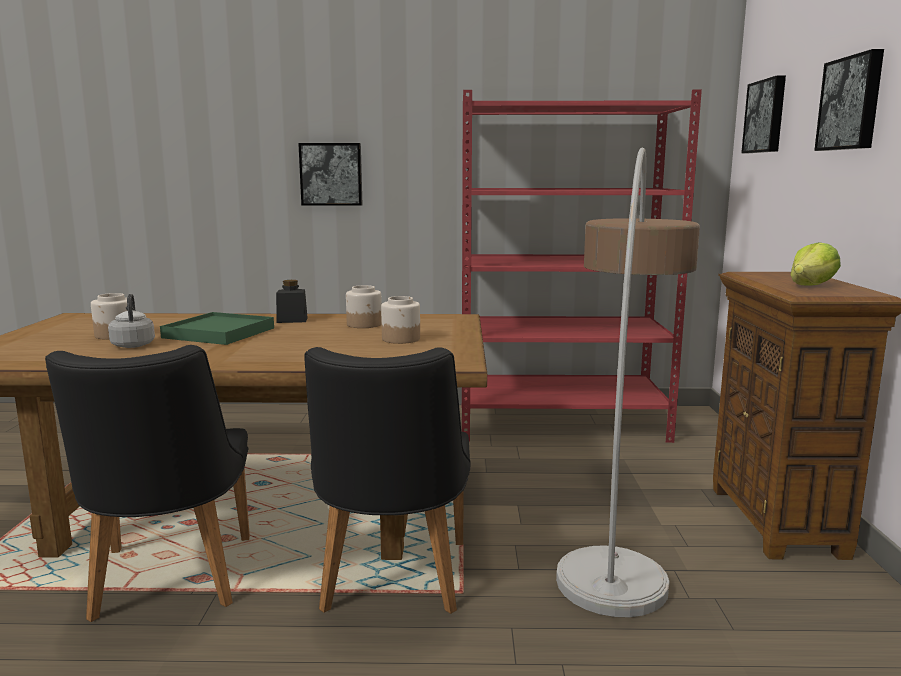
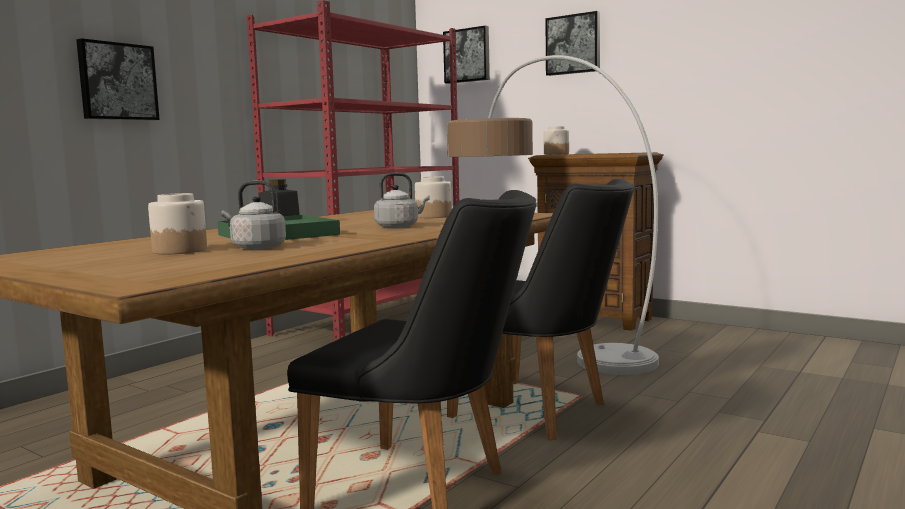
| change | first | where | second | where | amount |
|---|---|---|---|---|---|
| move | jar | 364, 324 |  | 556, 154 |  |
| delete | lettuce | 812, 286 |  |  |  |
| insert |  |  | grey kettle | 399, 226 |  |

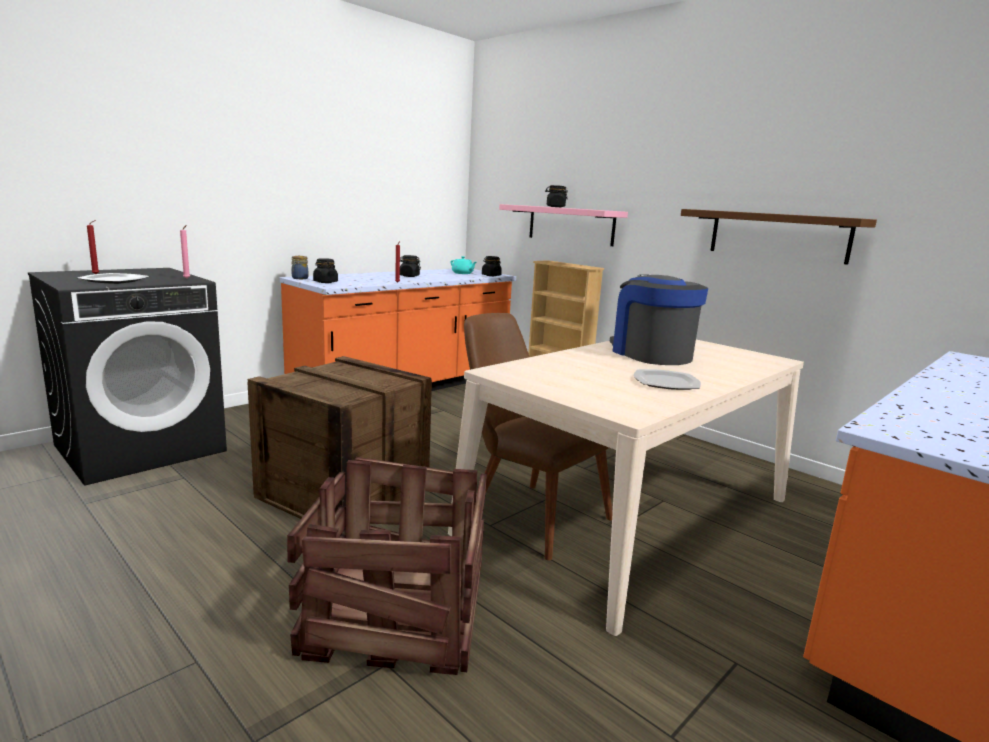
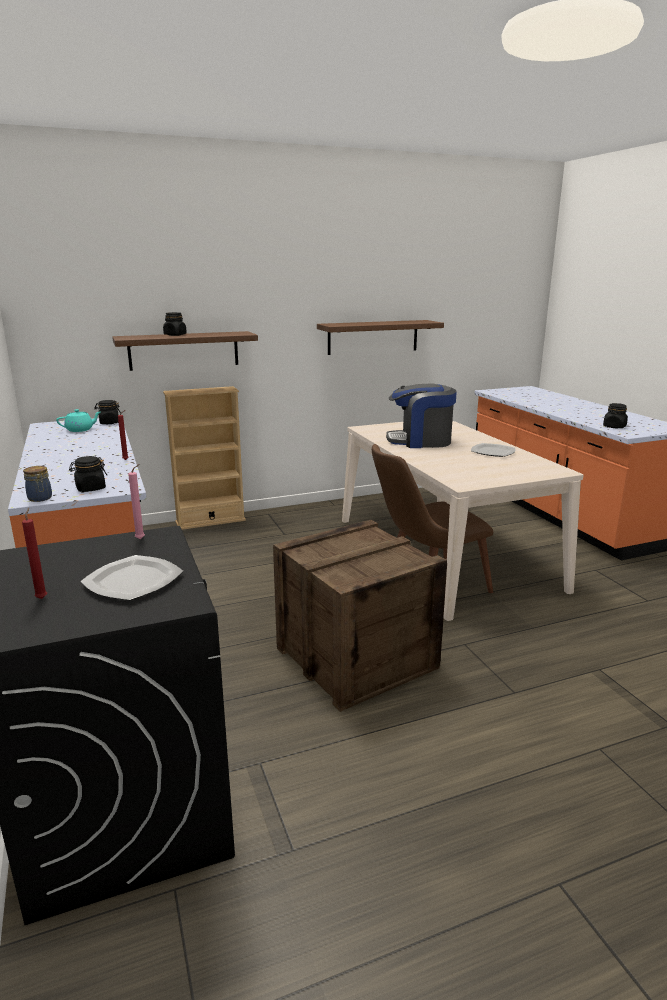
| change | first | where | second | where | amount |
|---|---|---|---|---|---|
| delete | crate | 393, 616 |  |  |  |
| move | black jar | 409, 276 |  | 614, 427 |  |
| recolor | pink shelf | 570, 225 | brown shelf | 184, 350 |  |

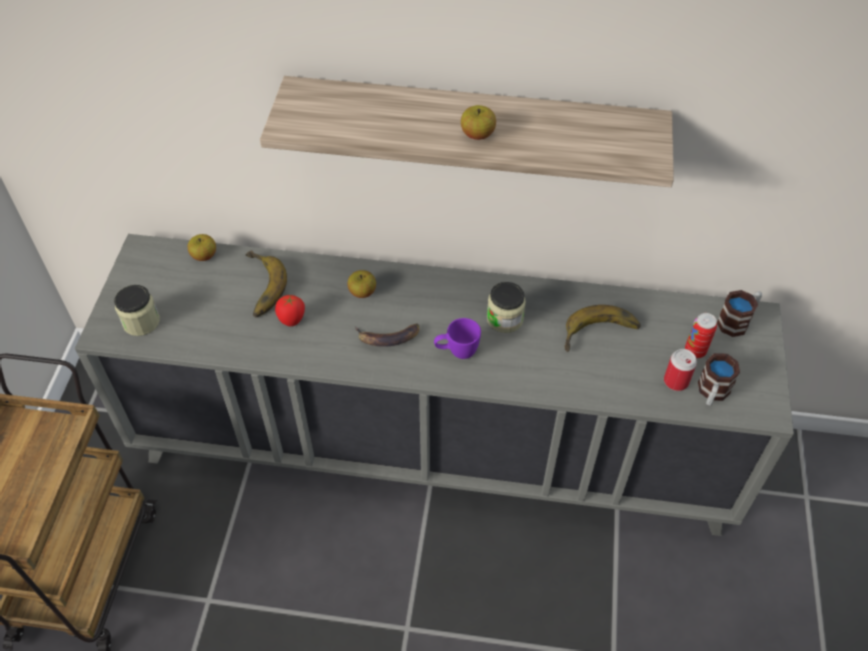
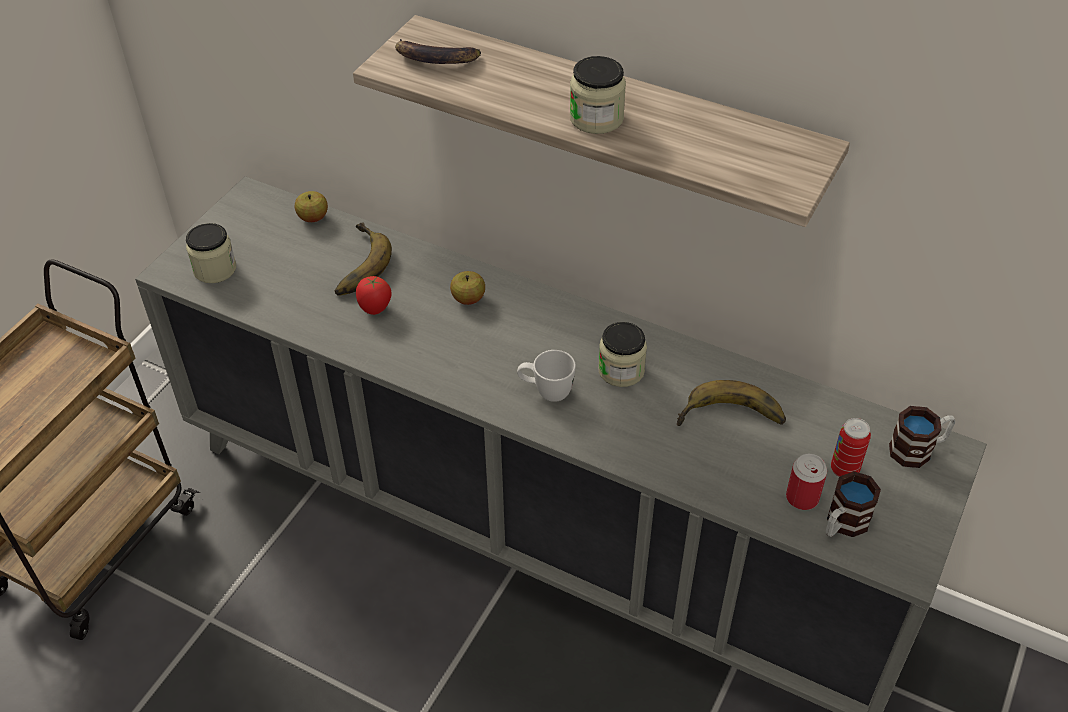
| change | first | where | second | where | amount |
|---|---|---|---|---|---|
| move | banana | 387, 338 |  | 434, 59 |  |
| recolor | purple mug | 456, 352 | white mug | 546, 392 |  |
| replace | apple | 477, 135 | jar | 596, 118 |  |

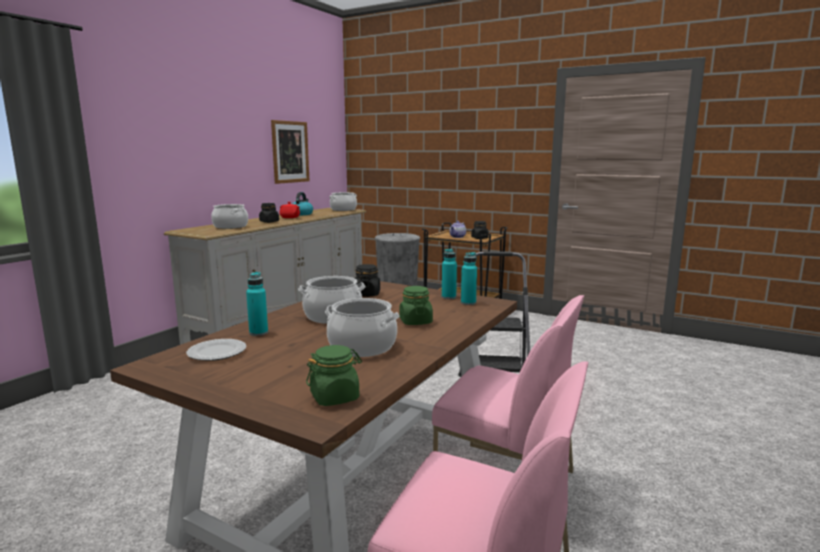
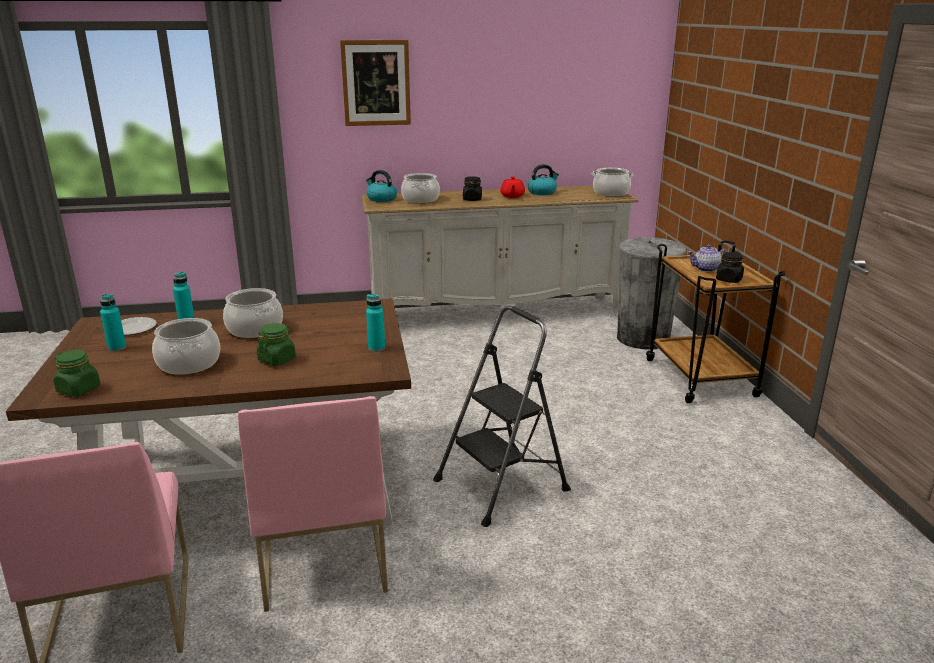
| change | first | where | second | where | amount |
|---|---|---|---|---|---|
| move | picture | 290, 152 |  | 376, 83 |  |
| delete | black jar | 367, 294 |  |  |  |
| move | turquoise bottle | 468, 303 |  | 117, 348 |  |
| insert |  |  | kettle | 381, 199 |  |

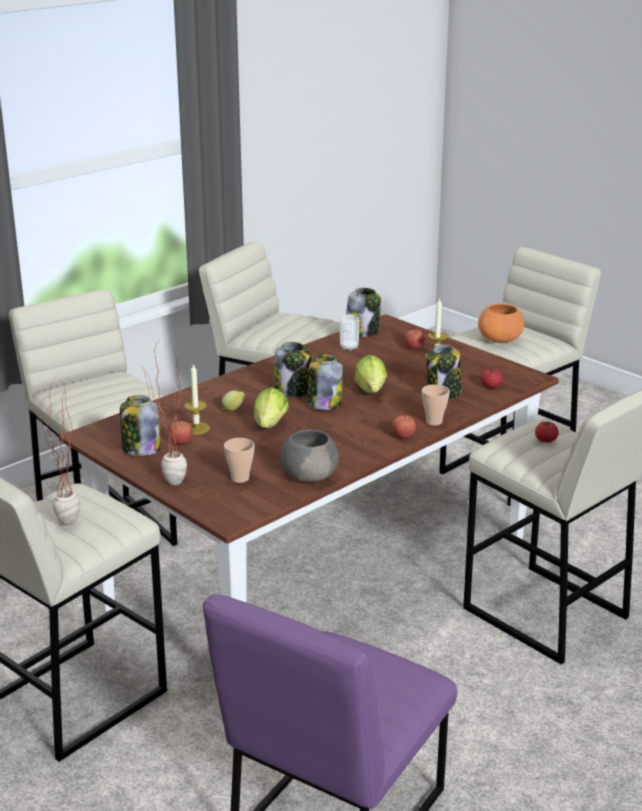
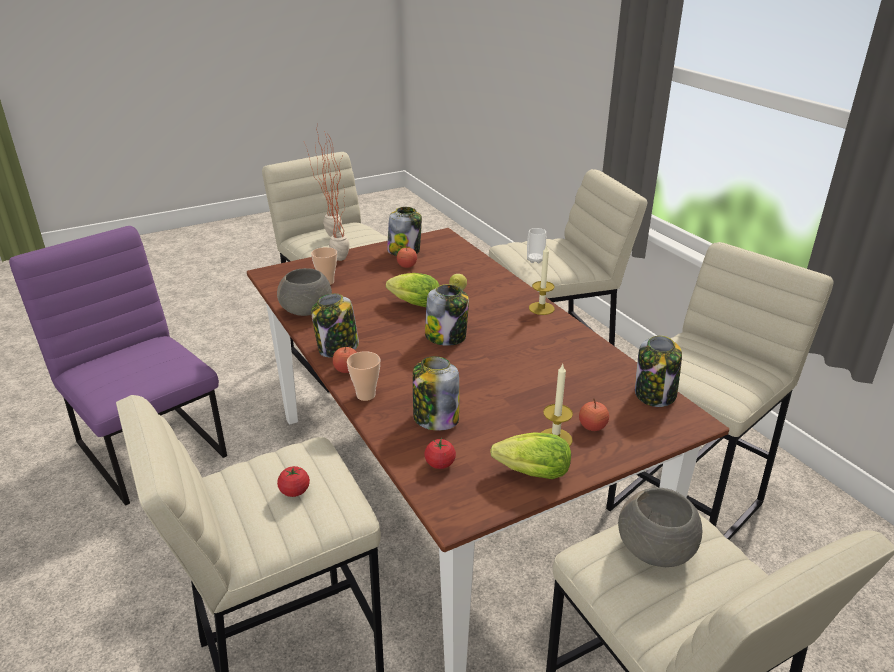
| change | first | where | second | where | amount |
|---|---|---|---|---|---|
| move | candle | 196, 428 |  | 541, 308 |  |
| move | jar | 293, 390 |  | 337, 348 |  |
| move | cup | 349, 347 |  | 535, 260 |  |
| move | lettuce | 371, 392 |  | 528, 473 |  |
| recolor | orange bowl | 500, 339 | grey bowl | 656, 550 |  |

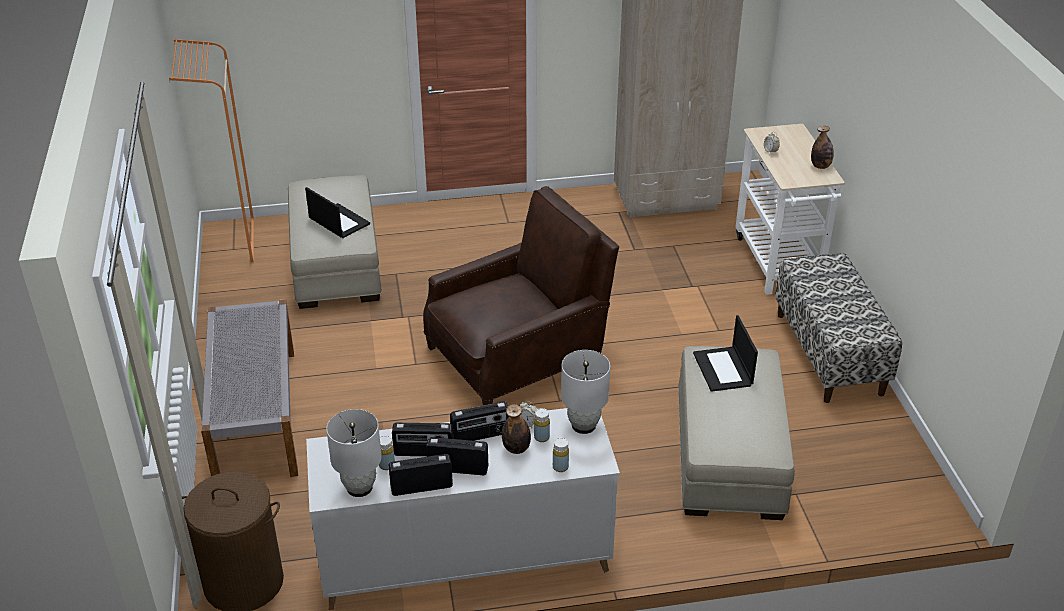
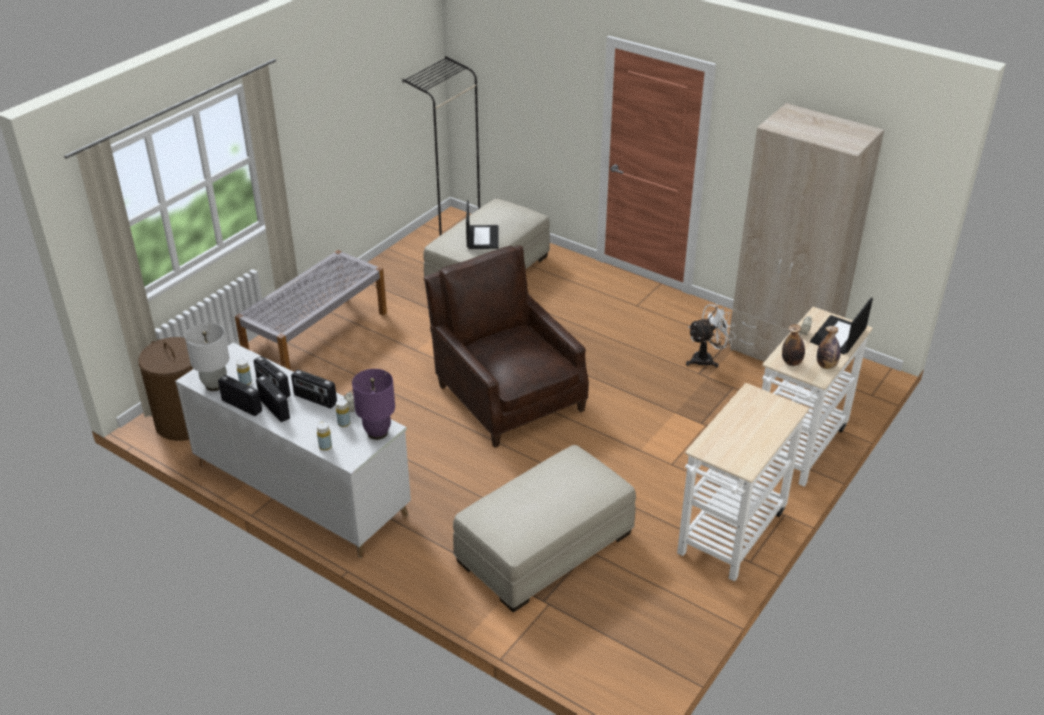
| change | first | where | second | where | amount |
|---|---|---|---|---|---|
| recolor | orange clothes rack | 231, 243 | black clothes rack | 447, 227 |  |
| rotate | brown armchair | 517, 356 |  | 508, 395 | 135 degrees counterclockwise |
| move | bottle | 516, 448 |  | 791, 362 |  |
| recolor | white table lamp | 584, 425 | purple table lamp | 377, 433 |  |
| move | laptop | 723, 370 |  | 838, 336 |  |
| replace | bench | 829, 353 | white cart | 731, 534 |  |
| insert |  |  | white fan | 707, 359 |  |

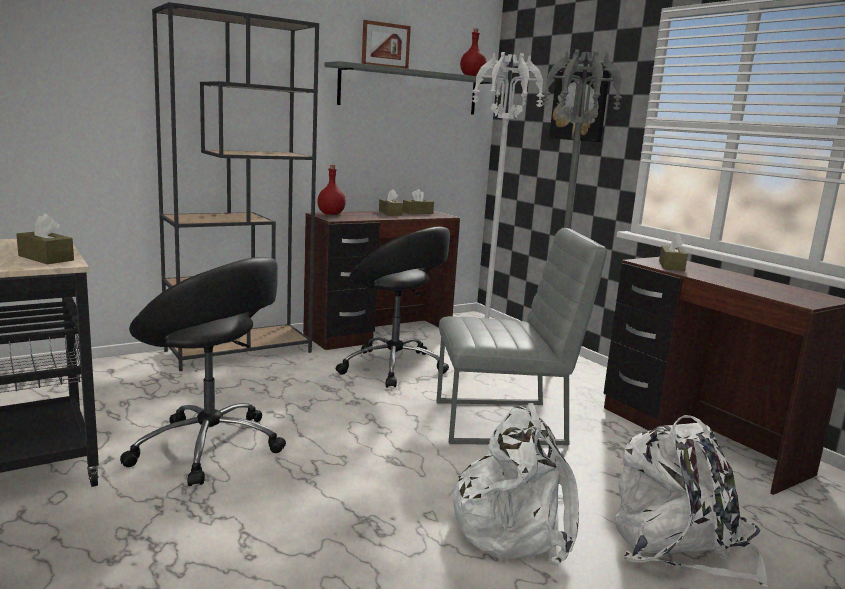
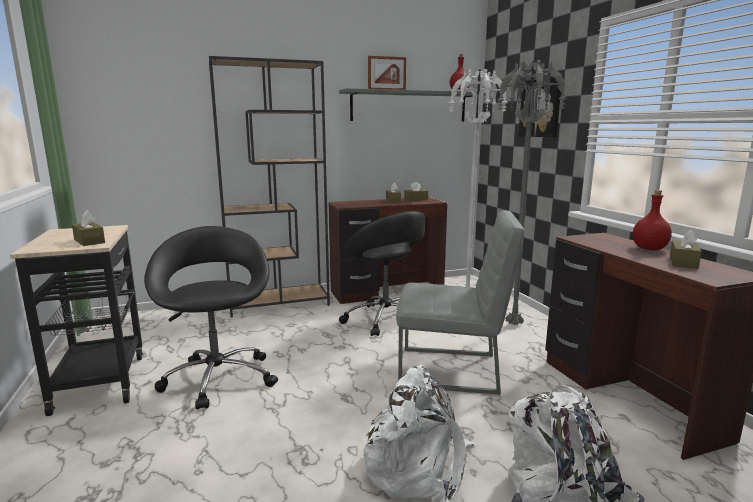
| change | first | where | second | where | amount |
|---|---|---|---|---|---|
| rotate | black office chair | 211, 448 |  | 219, 378 | 150 degrees counterclockwise |
| move | red bottle | 330, 214 |  | 649, 249 |  |
| move | brown tissue box | 671, 266 |  | 683, 262 |  |

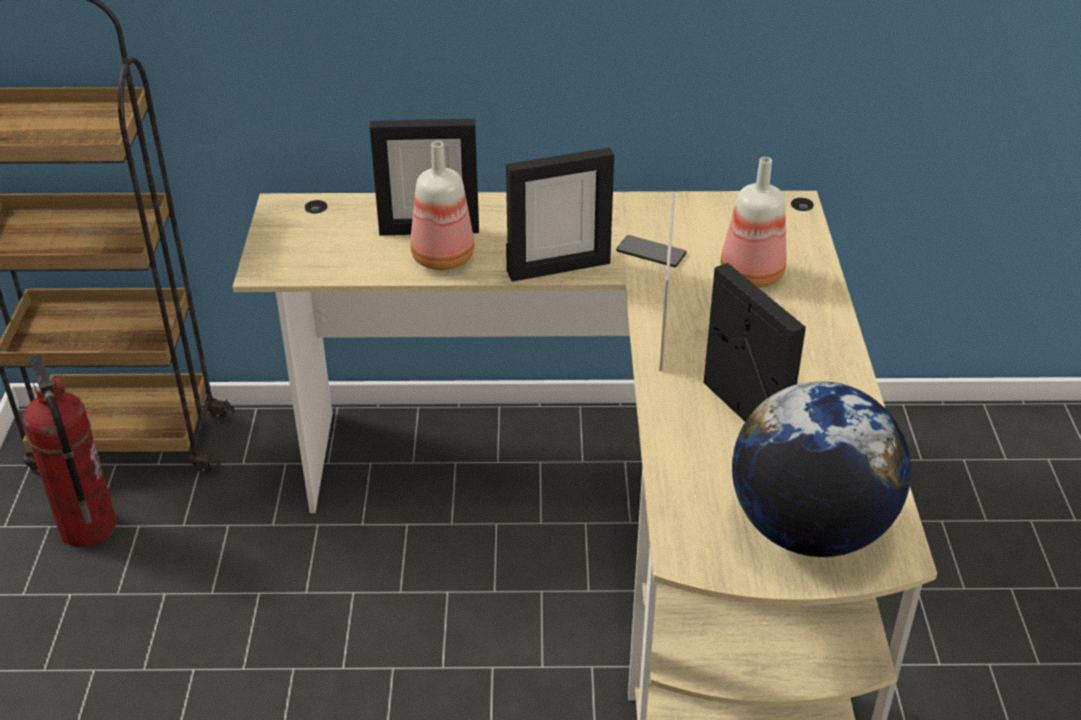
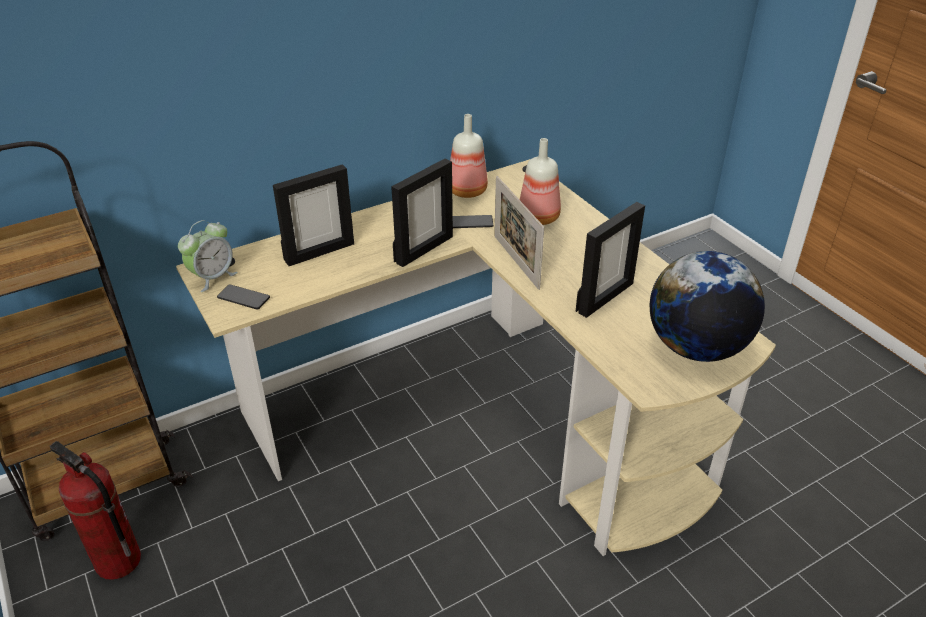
| change | first | where | second | where | amount |
|---|---|---|---|---|---|
| move | bottle | 441, 259 |  | 466, 191 |  |
| rotate | picture frame | 742, 413 |  | 604, 297 | 105 degrees clockwise |
| insert |  |  | alarm clock | 212, 277 |  |
| insert |  |  | phone | 243, 298 |  |

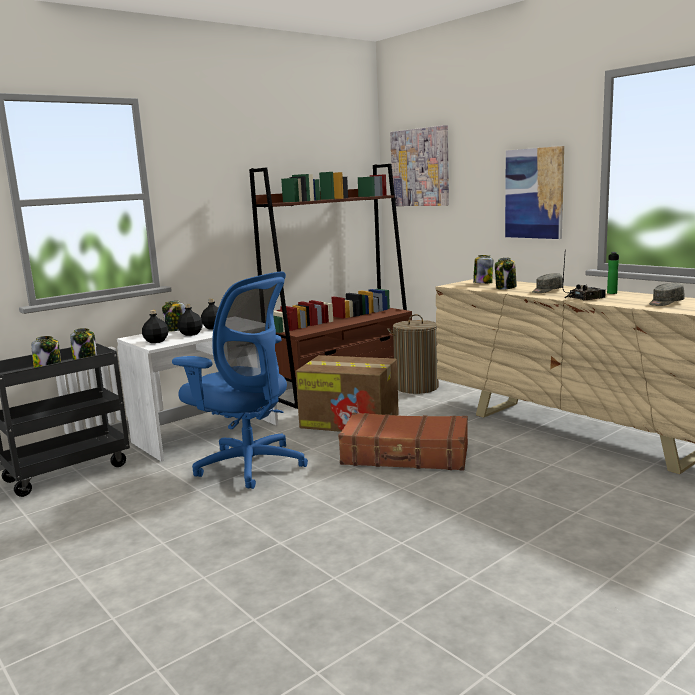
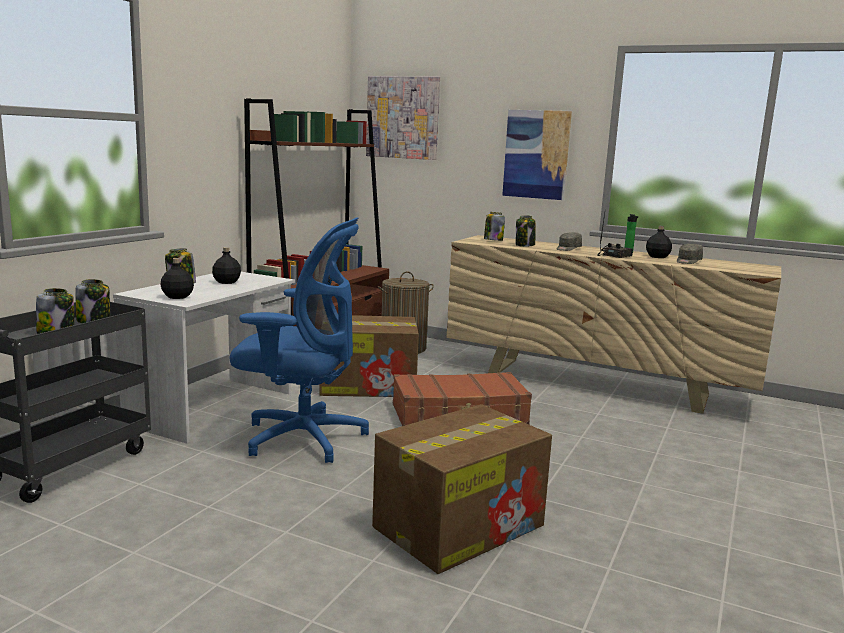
| change | first | where | second | where | amount |
|---|---|---|---|---|---|
| move | black bottle | 191, 334 |  | 657, 257 |  |
| insert |  |  | cardboard box | 460, 525 |  |

